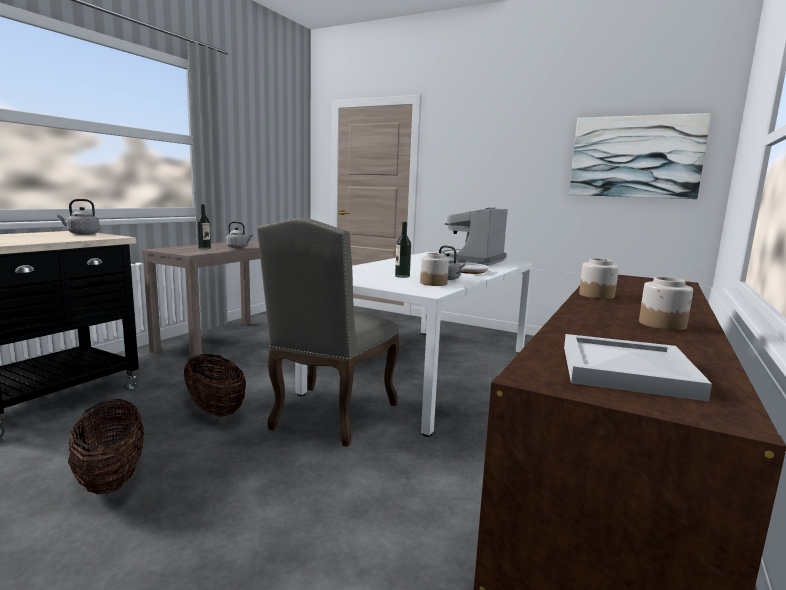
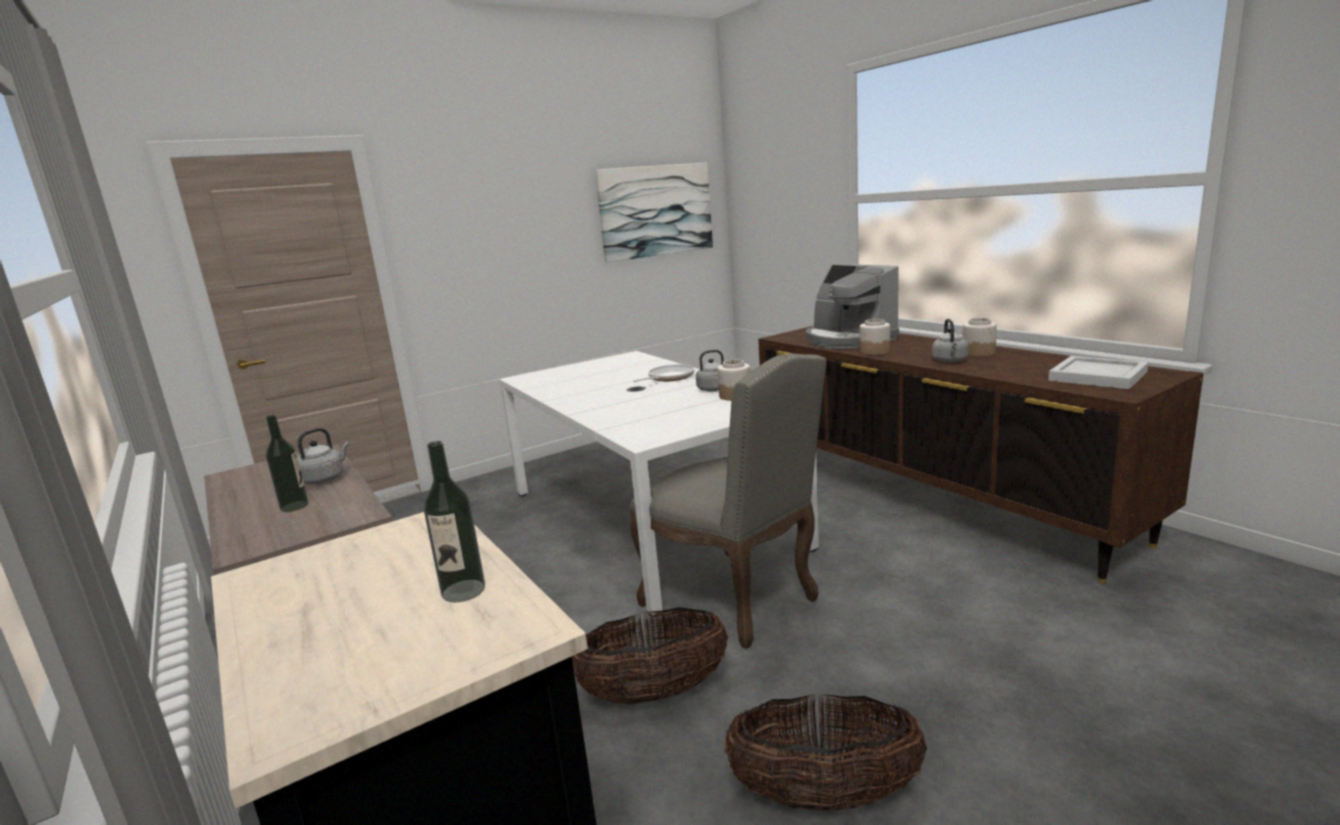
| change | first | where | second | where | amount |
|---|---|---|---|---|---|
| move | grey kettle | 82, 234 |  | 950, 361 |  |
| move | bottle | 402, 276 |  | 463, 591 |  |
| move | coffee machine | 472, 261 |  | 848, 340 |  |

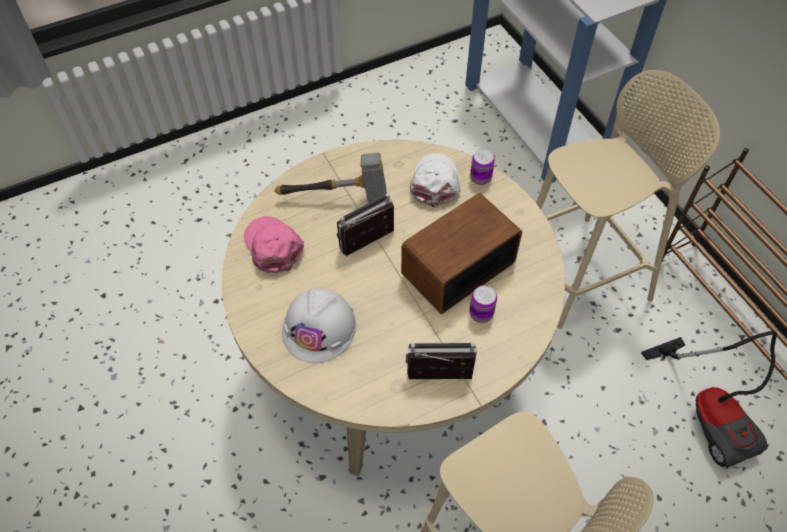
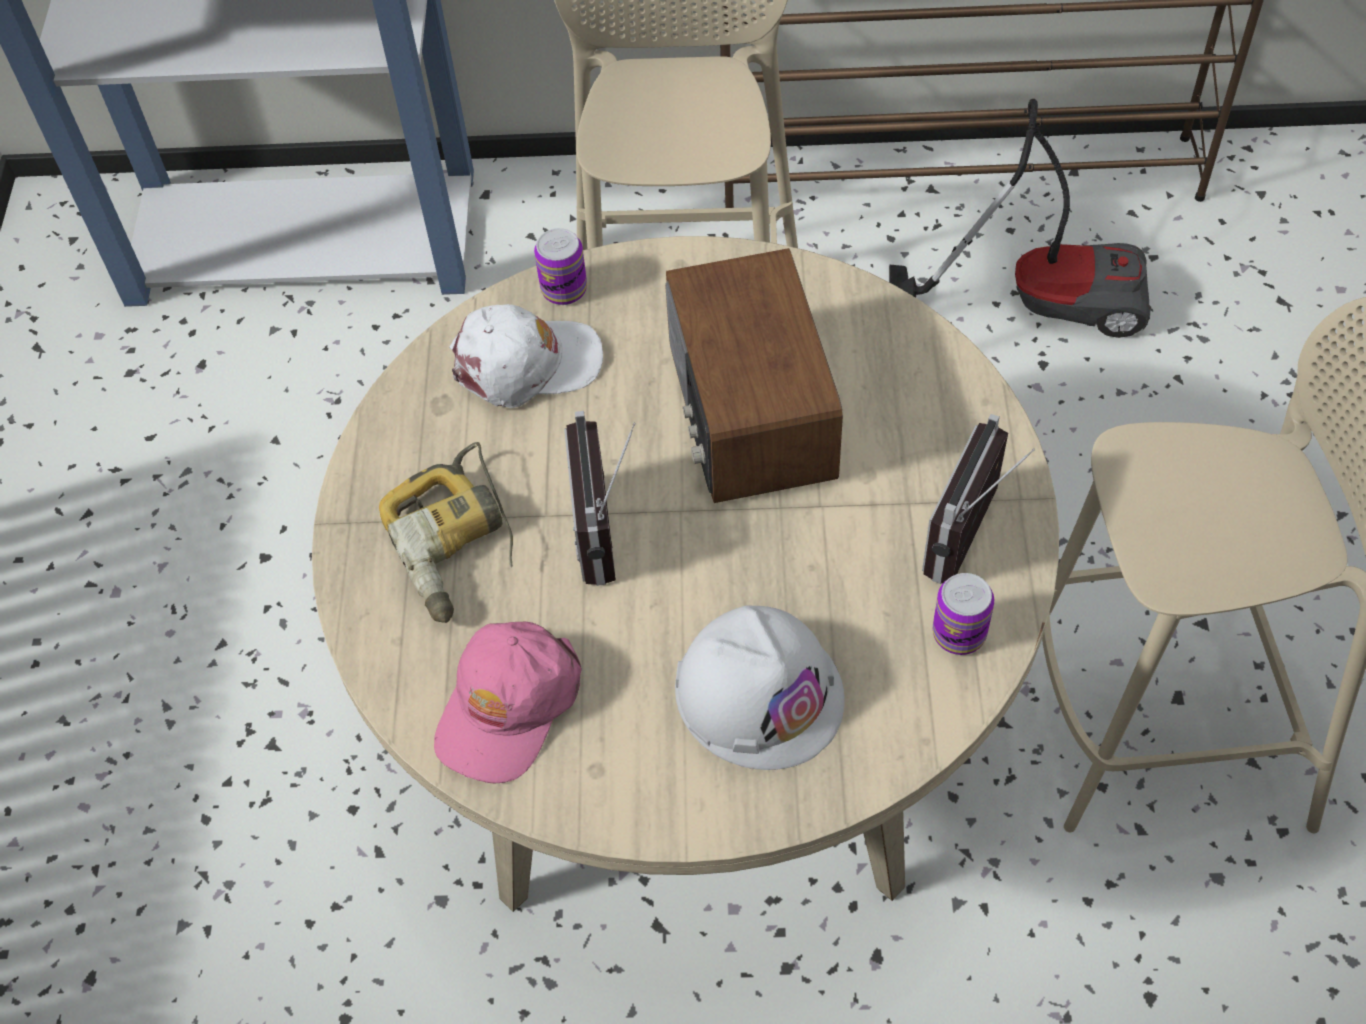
| change | first | where | second | where | amount |
|---|---|---|---|---|---|
| rotate | pink cap | 273, 246 |  | 507, 706 | 60 degrees counterclockwise |
| replace | hammer | 336, 199 | power drill | 457, 544 |  |
| rotate | white cap | 435, 182 |  | 526, 364 | 135 degrees clockwise |
| move | can | 481, 313 |  | 959, 633 |  |

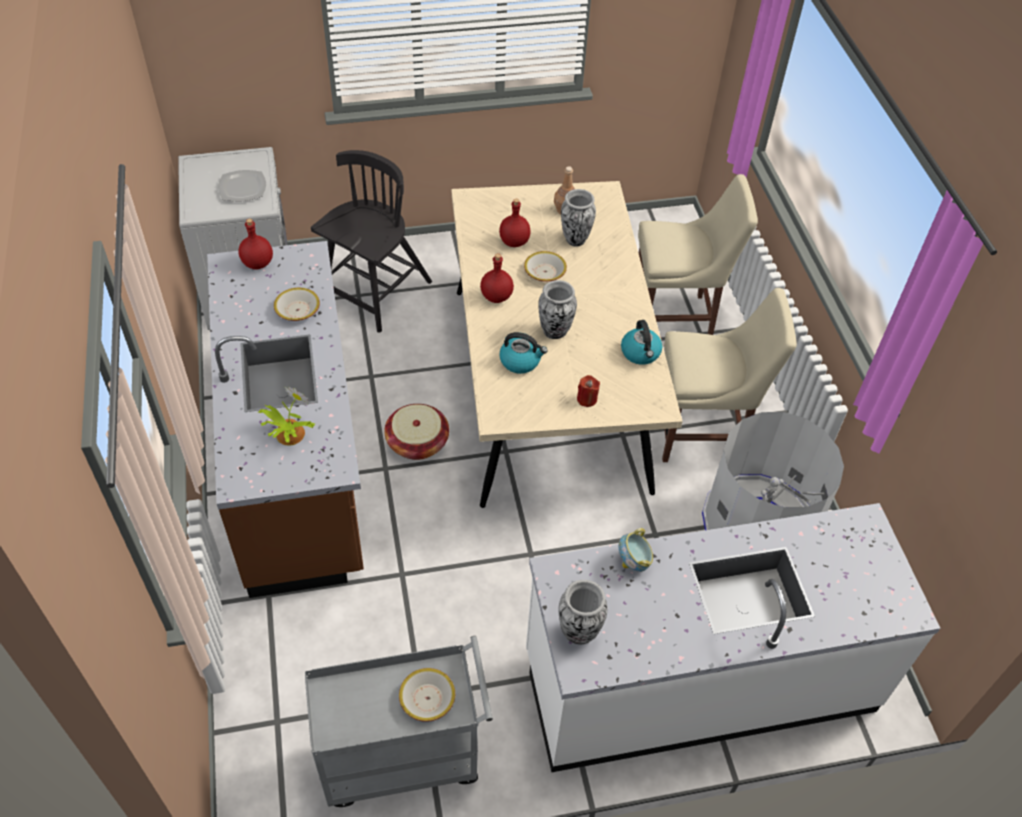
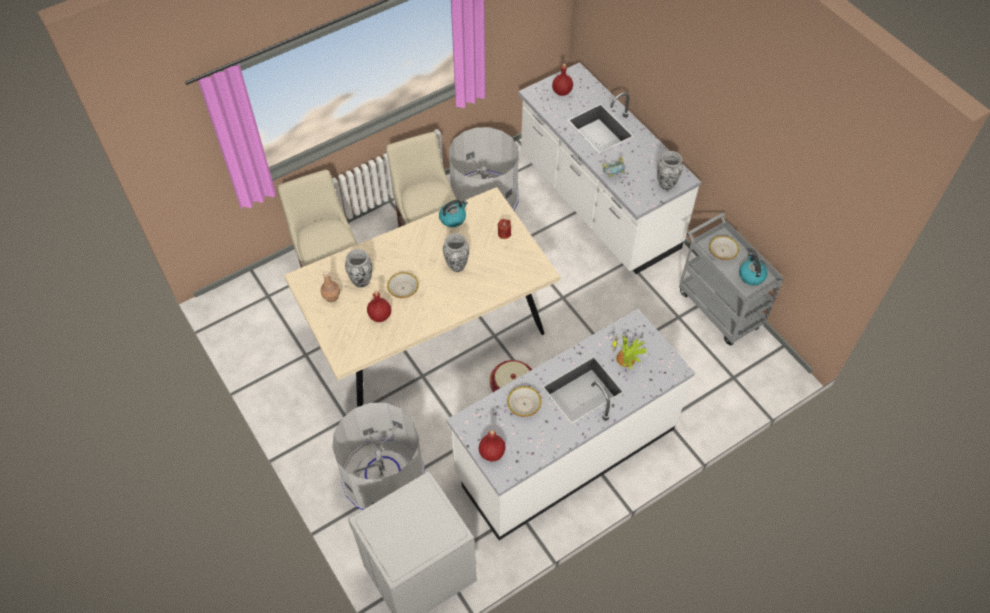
| change | first | where | second | where | amount |
|---|---|---|---|---|---|
| recolor | brown counter | 298, 463 | white counter | 565, 451 |  |
| delete | plate | 242, 188 |  |  |  |
| replace | black chair | 375, 293 | grey trash can | 383, 476 |  |
| move | red bottle | 496, 297 |  | 562, 91 |  |
| move | kettle | 521, 361 |  | 751, 275 |  |

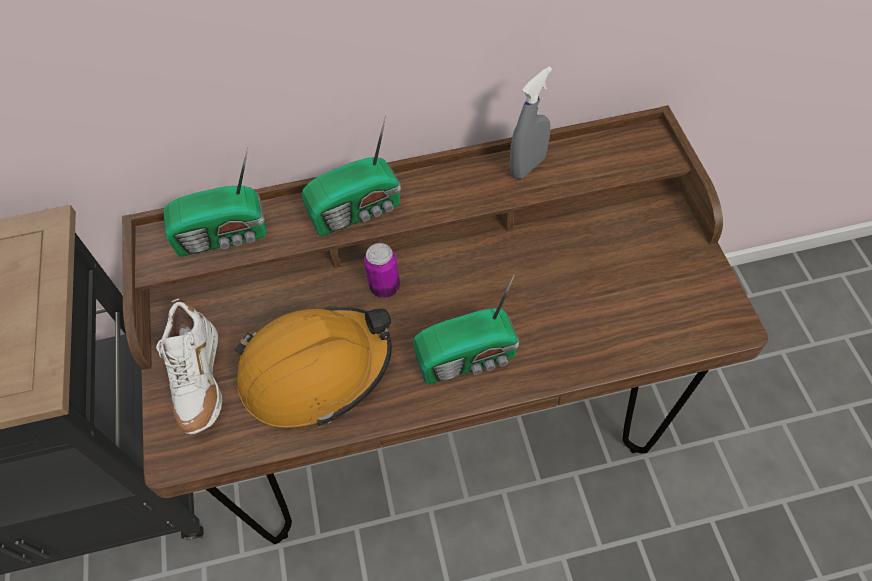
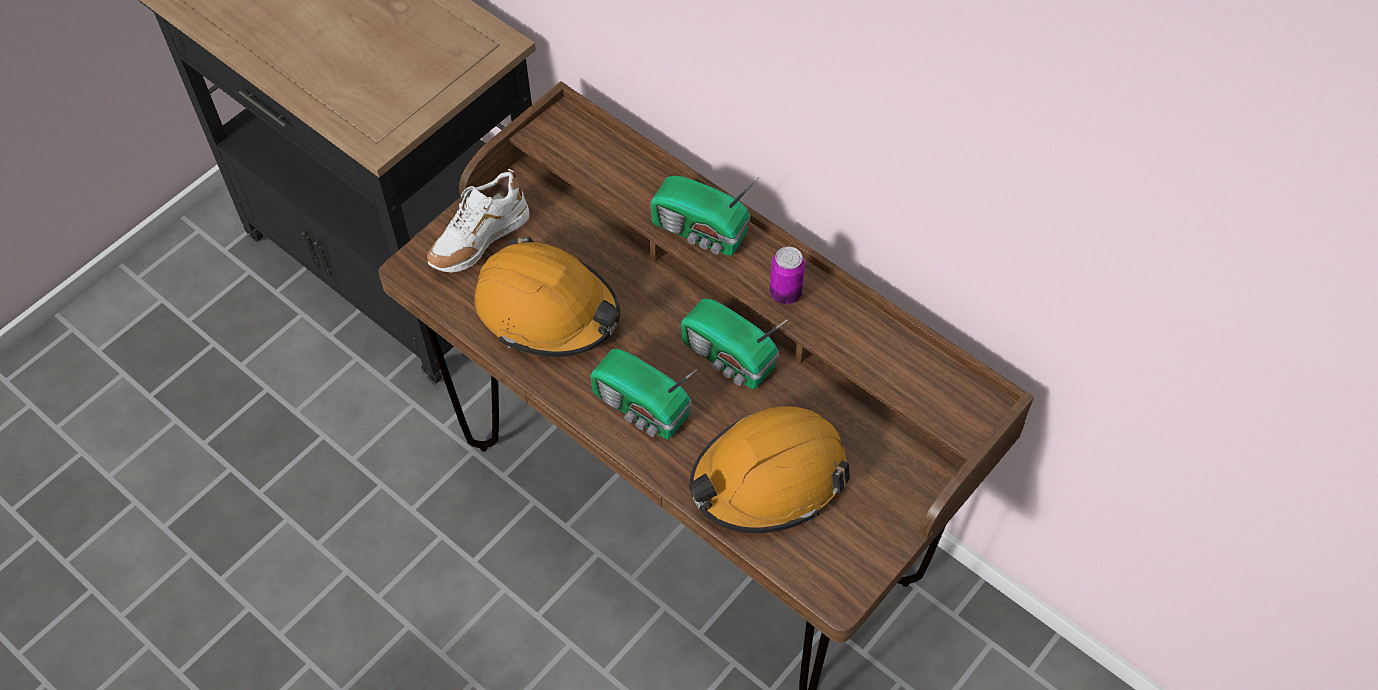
| change | first | where | second | where | amount |
|---|---|---|---|---|---|
| move | radio | 225, 235 |  | 729, 358 |  |
| move | can | 385, 287 |  | 785, 293 |  |
| delete | grey spray bottle | 527, 166 |  |  |  |
| insert |  |  | orange hard hat | 768, 478 |  |

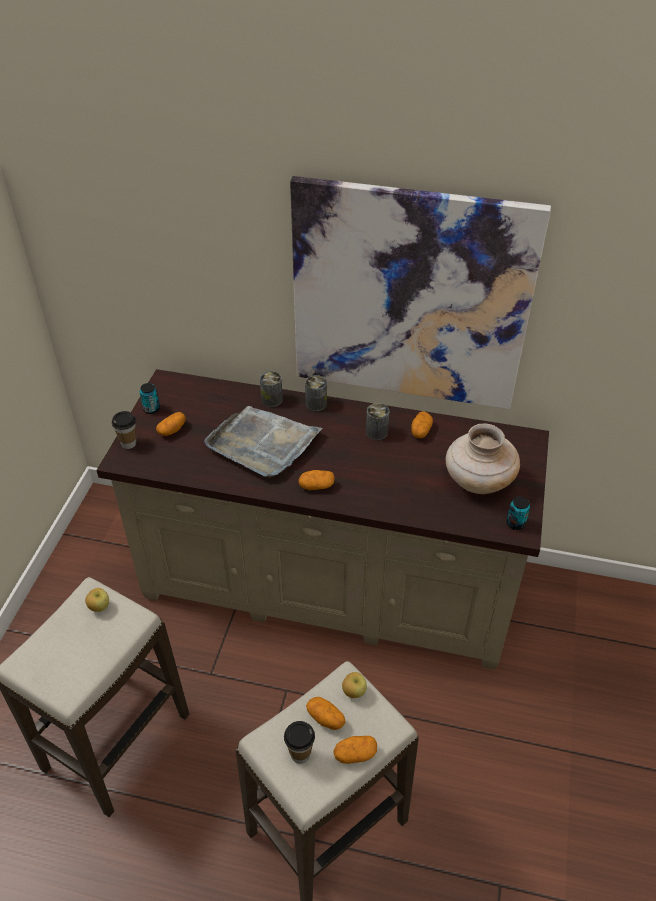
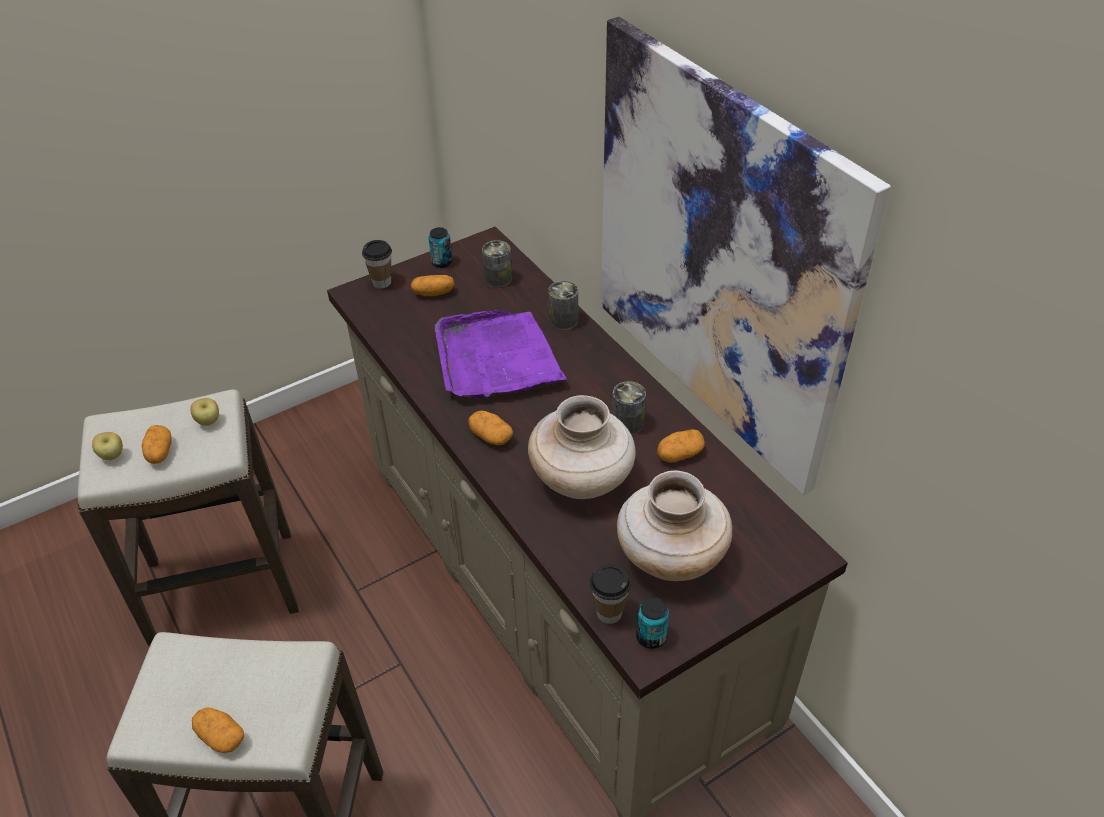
| change | first | where | second | where | amount |
|---|---|---|---|---|---|
| recolor | grey tray | 262, 443 | purple tray | 496, 359 |  |
| move | cup | 300, 754 |  | 609, 613 |  |
| move | can | 316, 404 |  | 498, 279 |  |
| move | potato | 326, 718 |  | 159, 452 |  |
| move | apple | 354, 692 |  | 112, 455 |  |
| insert |  |  | beige vase | 582, 479 |  |

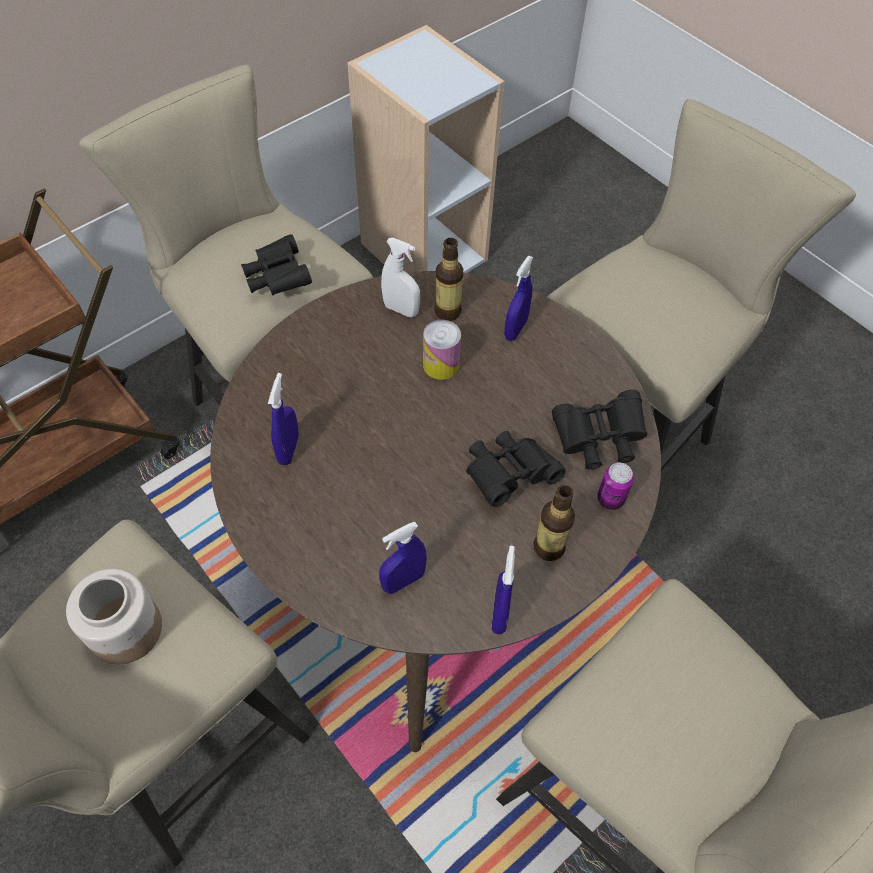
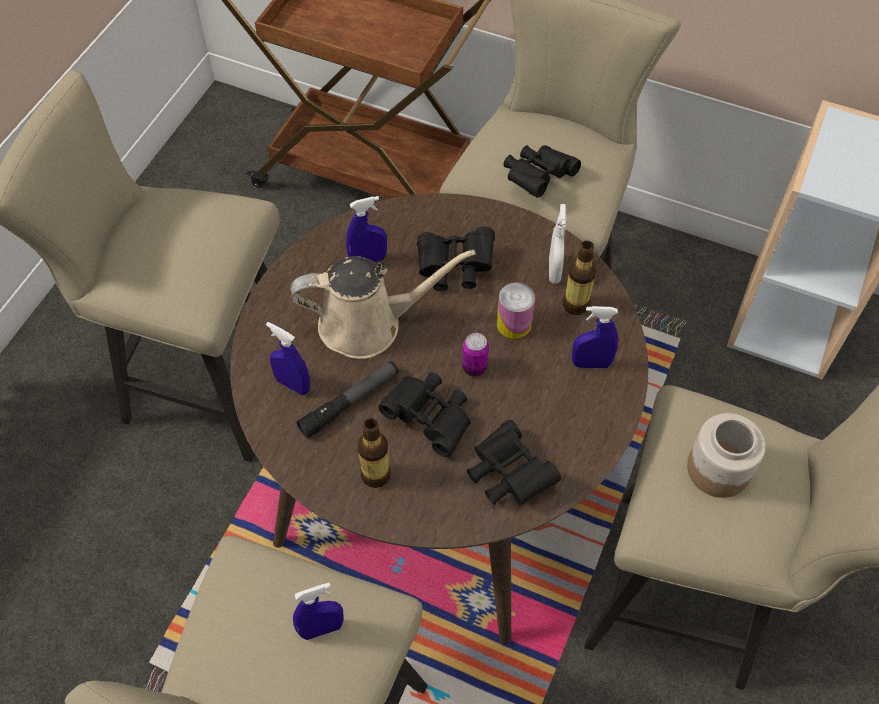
| change | first | where | second | where | amount |
|---|---|---|---|---|---|
| move | jar | 124, 630 |  | 717, 468 |  |
| move | blue spray bottle | 500, 613 |  | 321, 629 |  |
| move | can | 610, 499 |  | 474, 367 |  |
| insert |  |  | beige watering can | 368, 324 |  |
| insert |  |  | flashlight | 350, 402 |  |
| insert |  |  | black binoculars | 454, 268 |  |

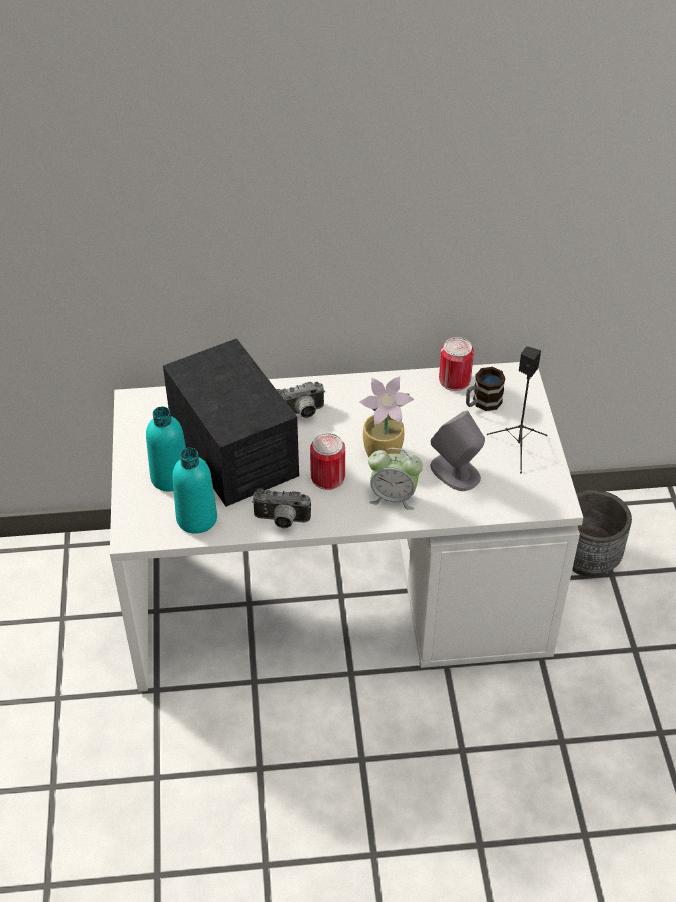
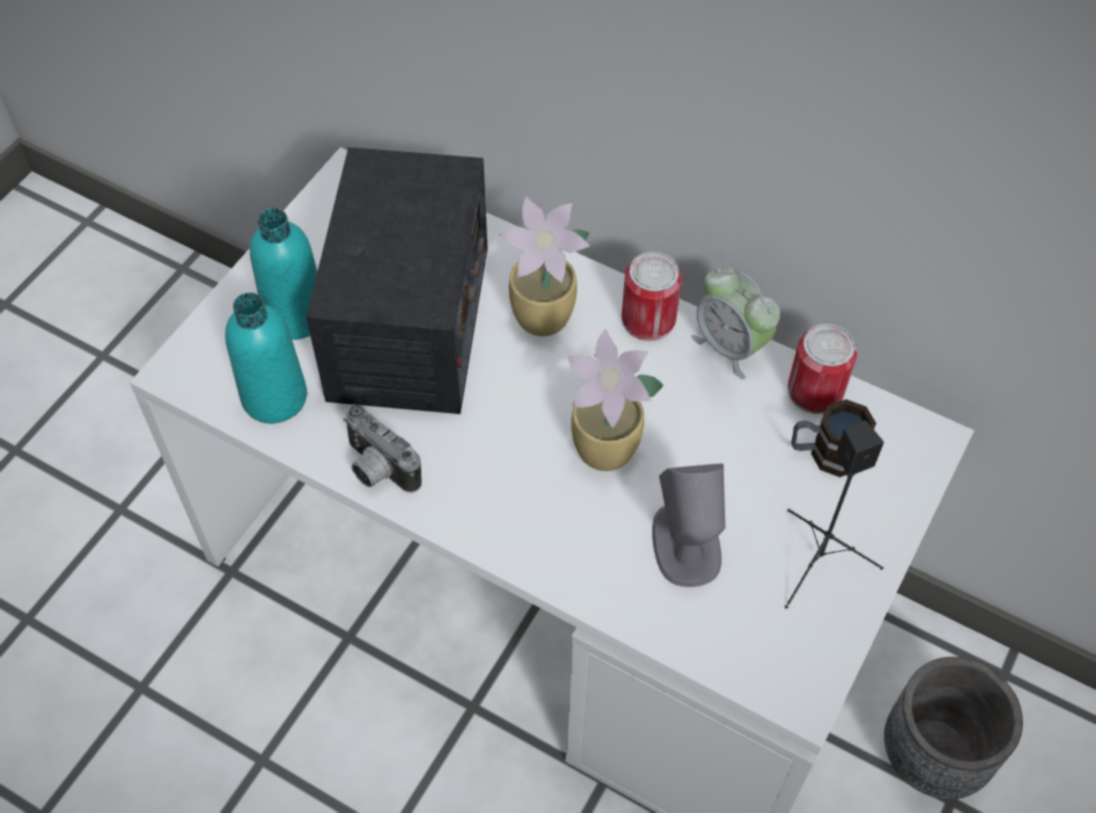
| change | first | where | second | where | amount |
|---|---|---|---|---|---|
| replace | photo camera | 300, 414 | potted plant | 545, 318 |  |
| move | can | 327, 477 |  | 648, 319 |  |
| move | alarm clock | 393, 497 |  | 730, 347 |  |

